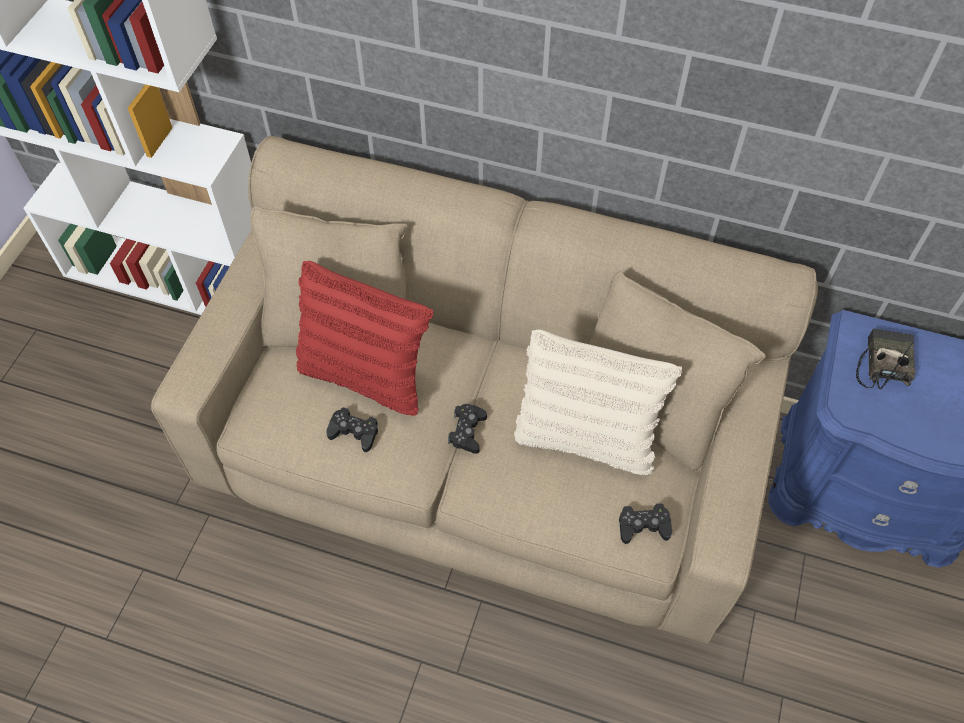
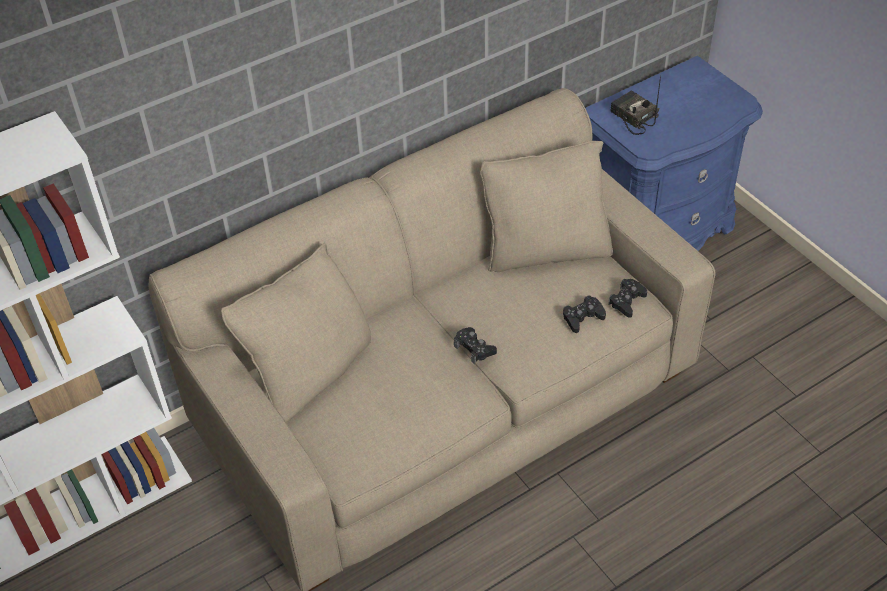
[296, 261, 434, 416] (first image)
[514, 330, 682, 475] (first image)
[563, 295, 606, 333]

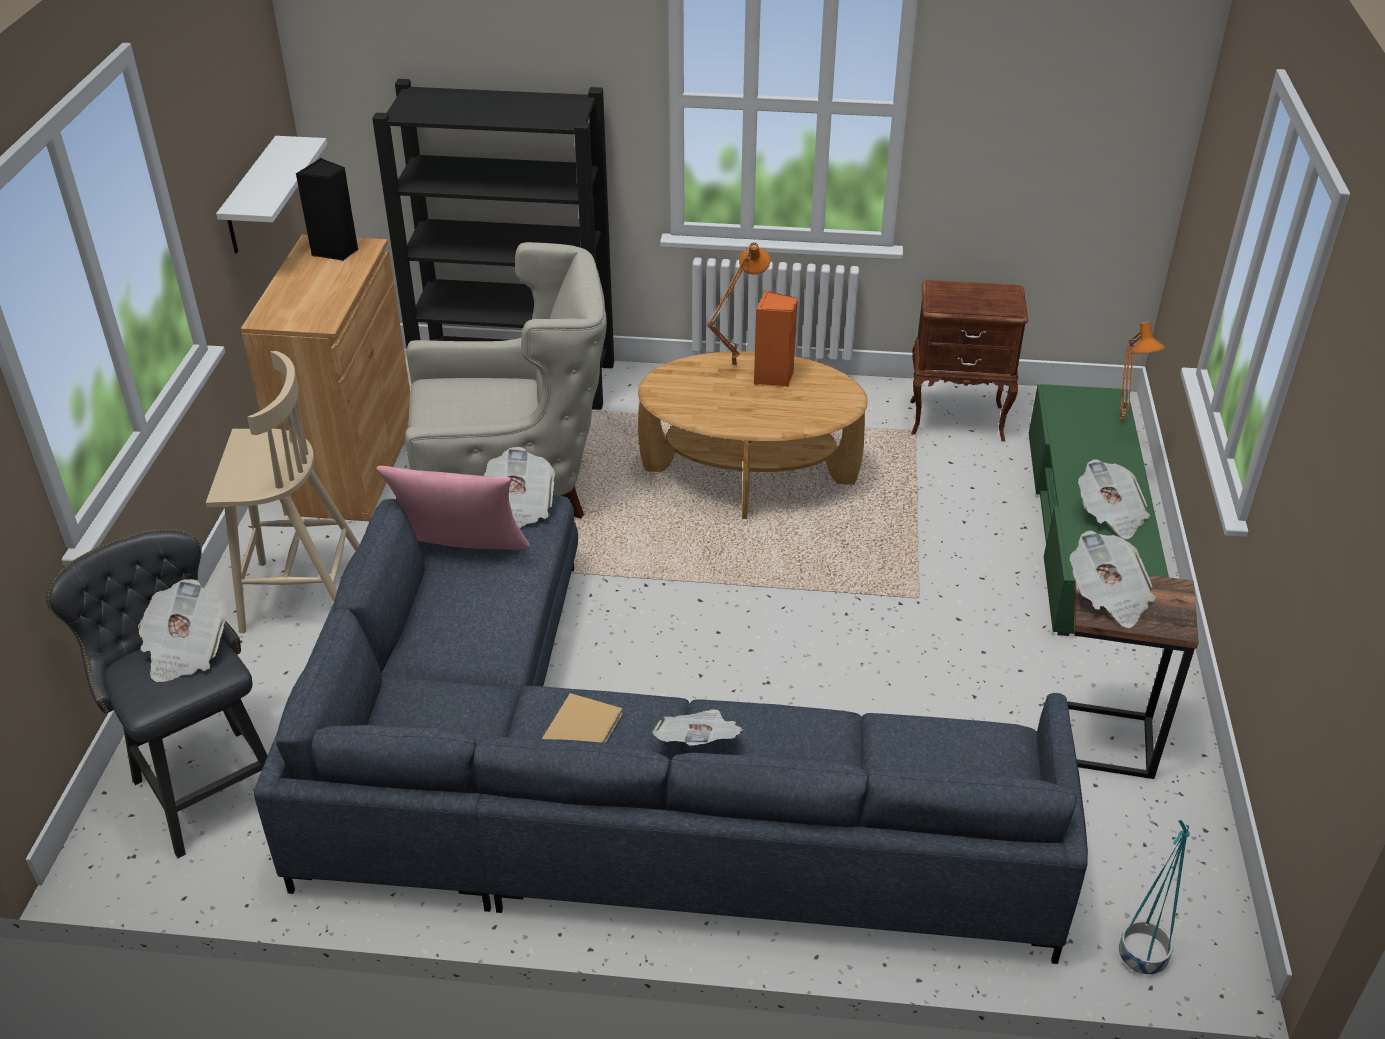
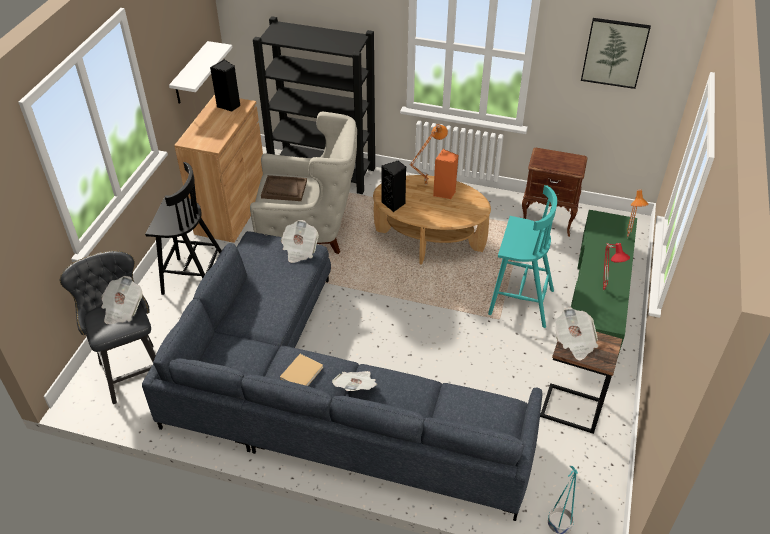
[376, 466, 530, 550] (first image)
[261, 175, 307, 201]
[382, 161, 406, 212]
[488, 185, 557, 328]
[581, 18, 651, 89]
[603, 243, 630, 290]
[145, 162, 222, 295]

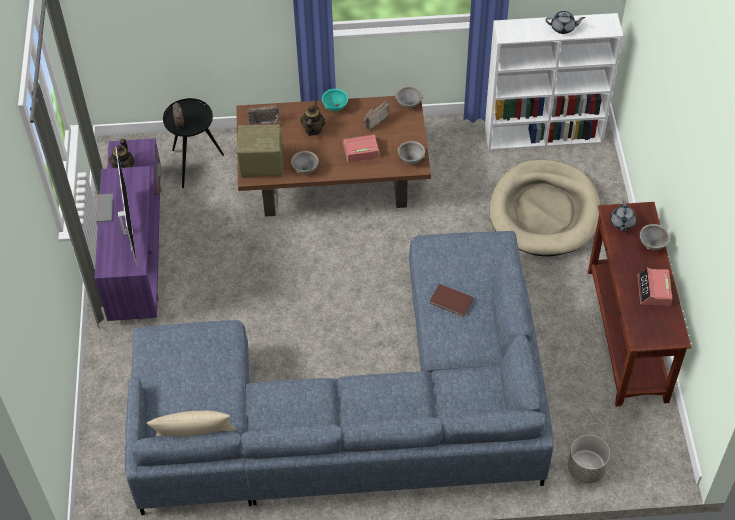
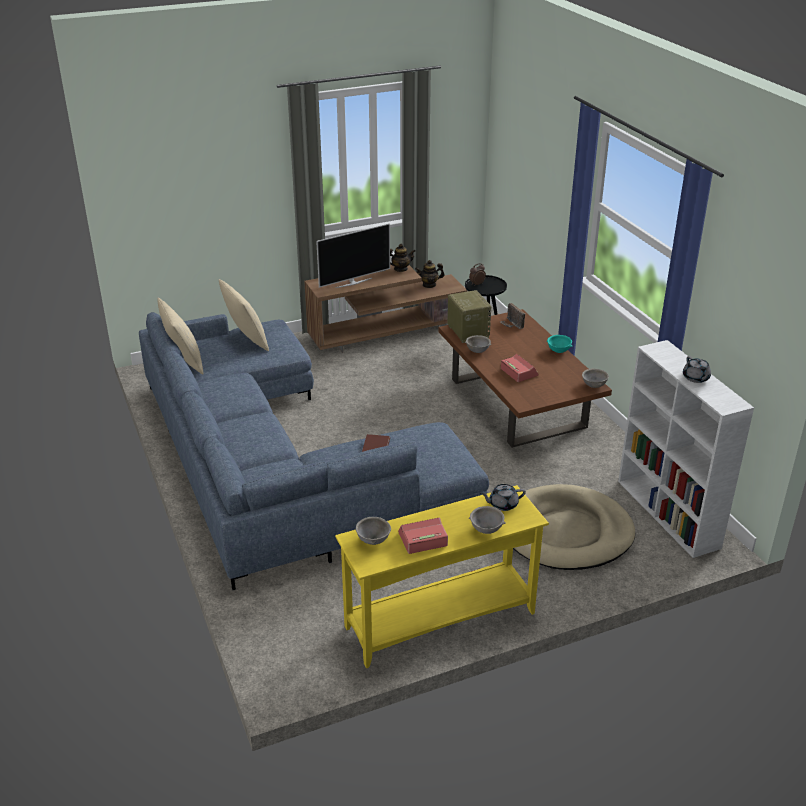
[363, 101, 389, 131] (first image)
[568, 435, 610, 484] (first image)
[219, 279, 269, 351]
[390, 244, 416, 272]
[356, 517, 391, 545]
[304, 265, 467, 353]
[335, 485, 549, 668]

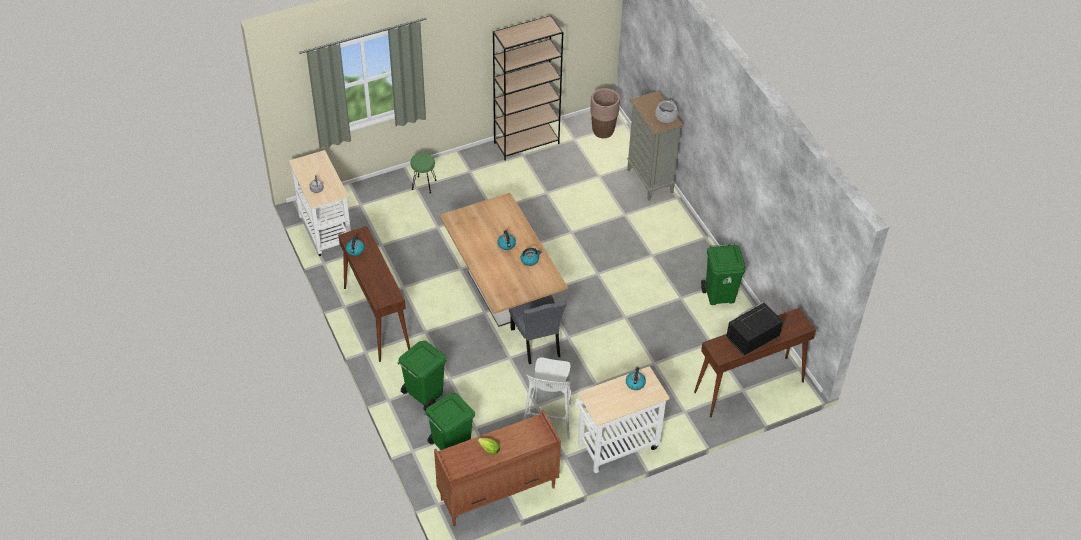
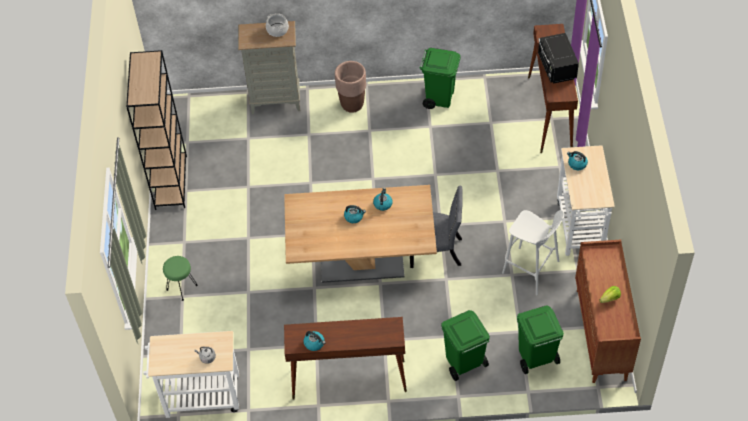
[335, 61, 366, 113]

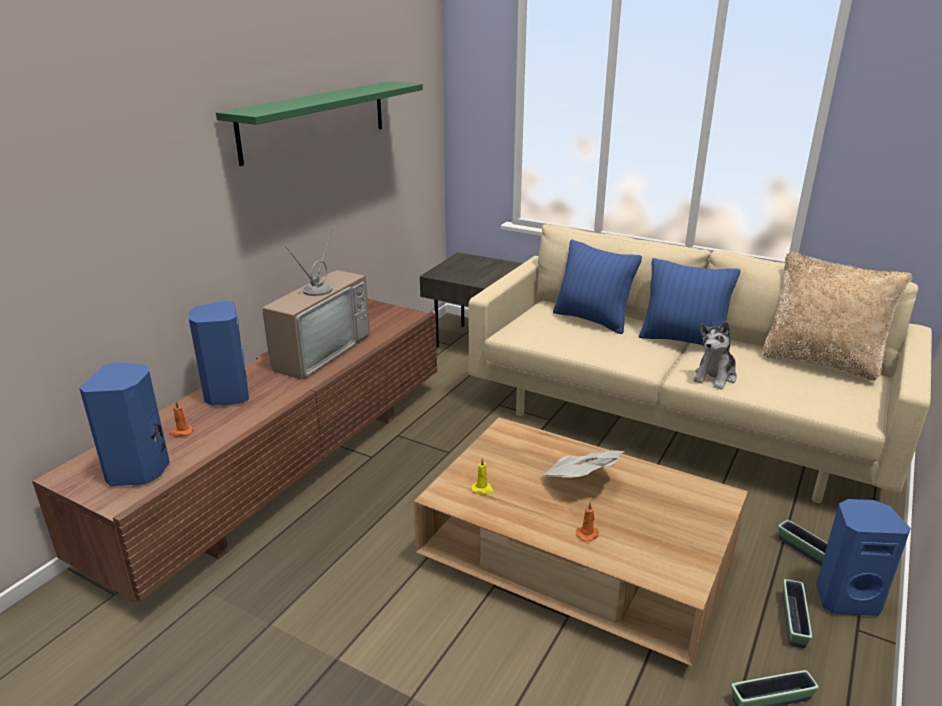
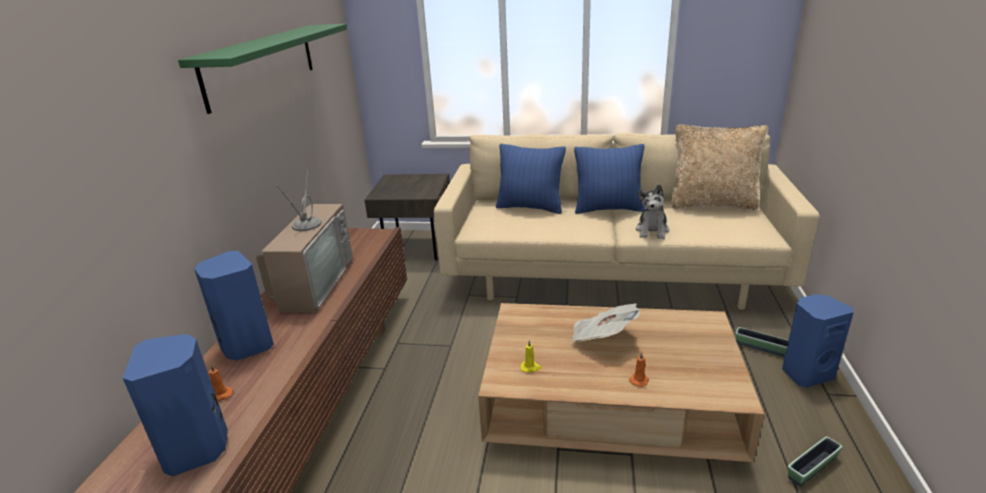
[783, 579, 812, 648] (first image)

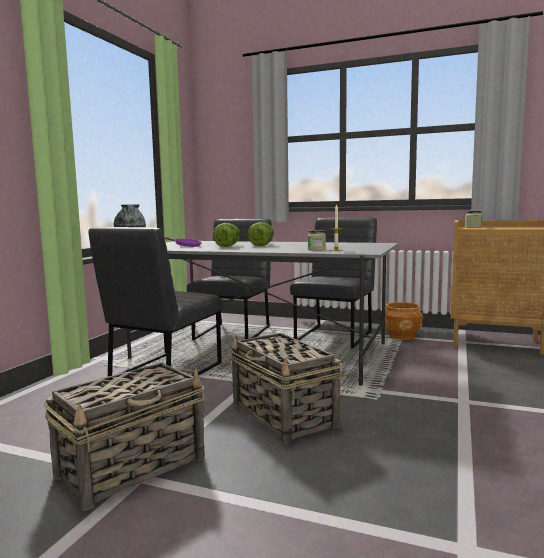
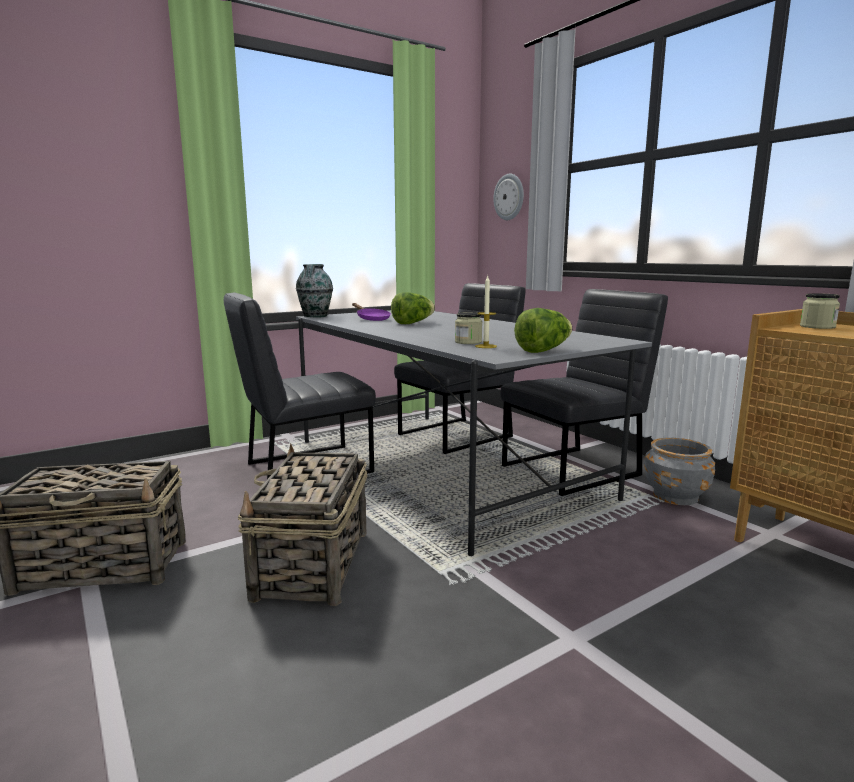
[493, 174, 524, 220]
[514, 308, 572, 353]
[644, 438, 715, 505]

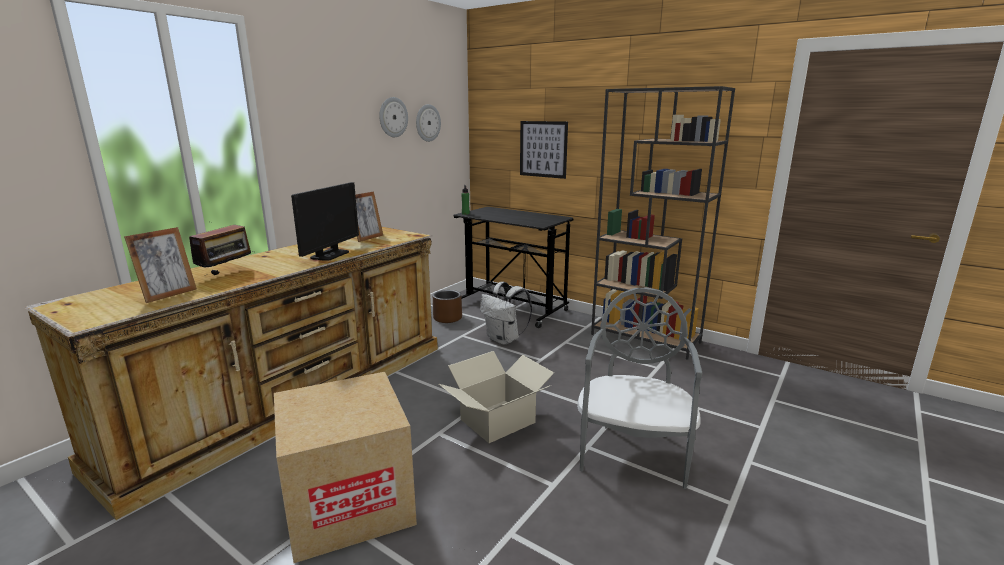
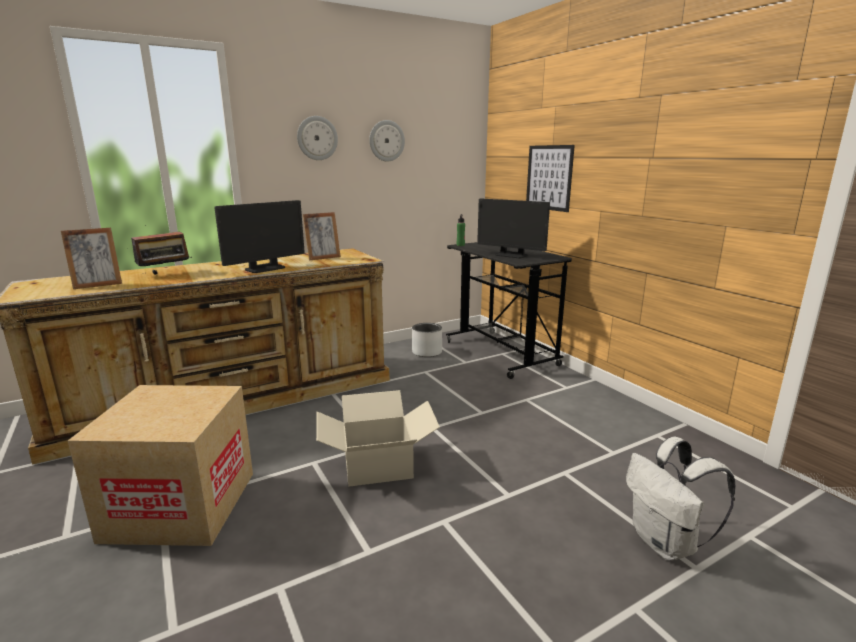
[577, 287, 702, 489] (first image)
[591, 86, 735, 360] (first image)
[477, 198, 550, 258]
[297, 116, 338, 160]
[626, 436, 736, 560]
[412, 323, 442, 357]

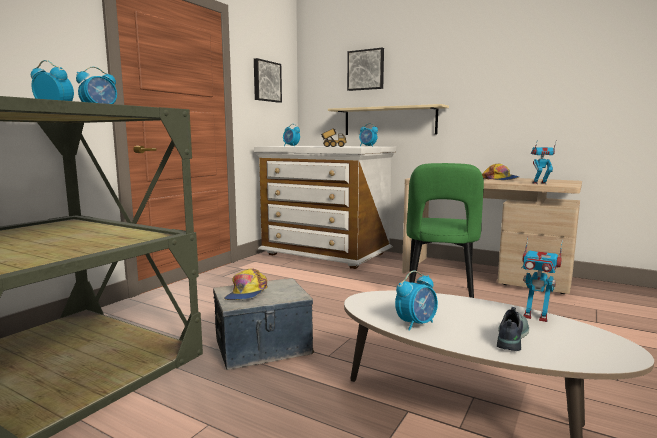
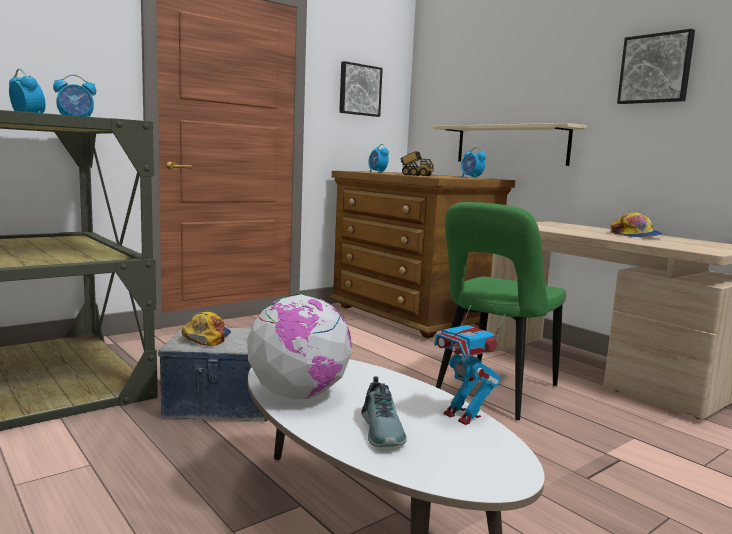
[531, 140, 557, 184] (first image)
[617, 29, 695, 104]
[247, 294, 352, 400]
[329, 171, 515, 338]
[181, 312, 231, 346]
[361, 376, 407, 447]

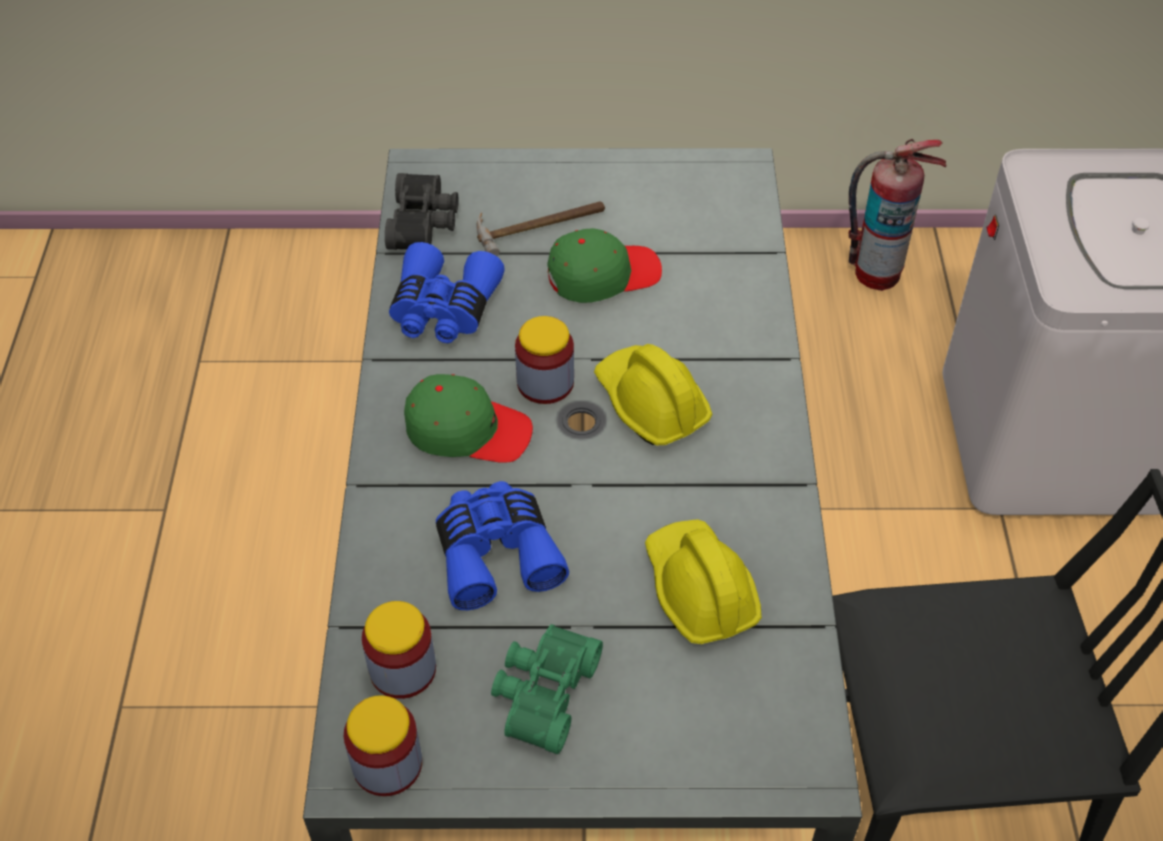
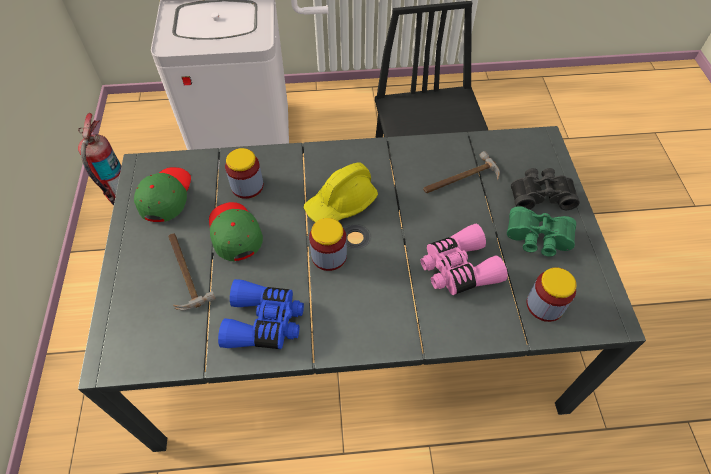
[225, 148, 263, 199]
[511, 168, 580, 210]
[134, 167, 191, 222]
[423, 151, 500, 193]
[421, 224, 508, 295]

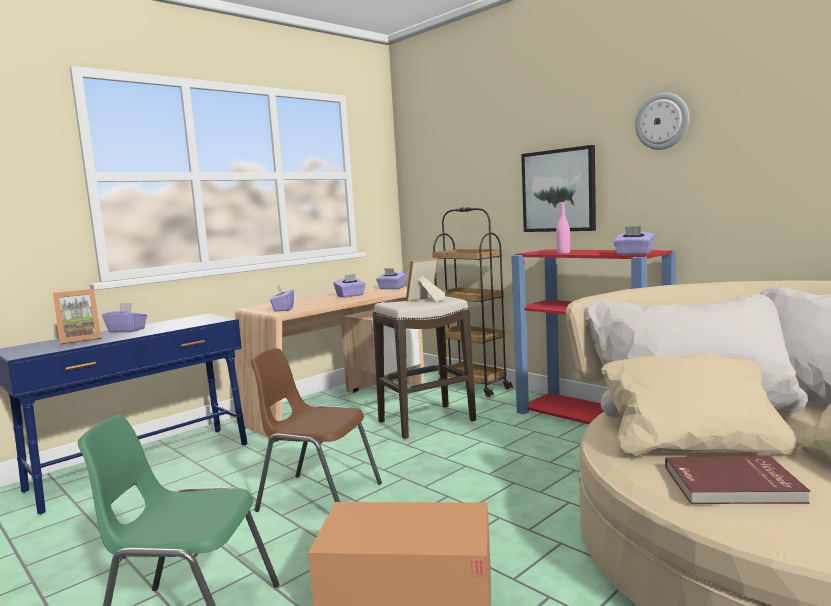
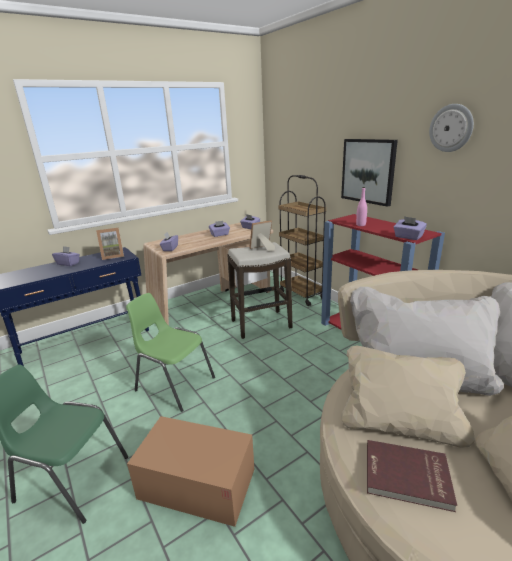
[96, 228, 124, 260]
[126, 293, 215, 412]

